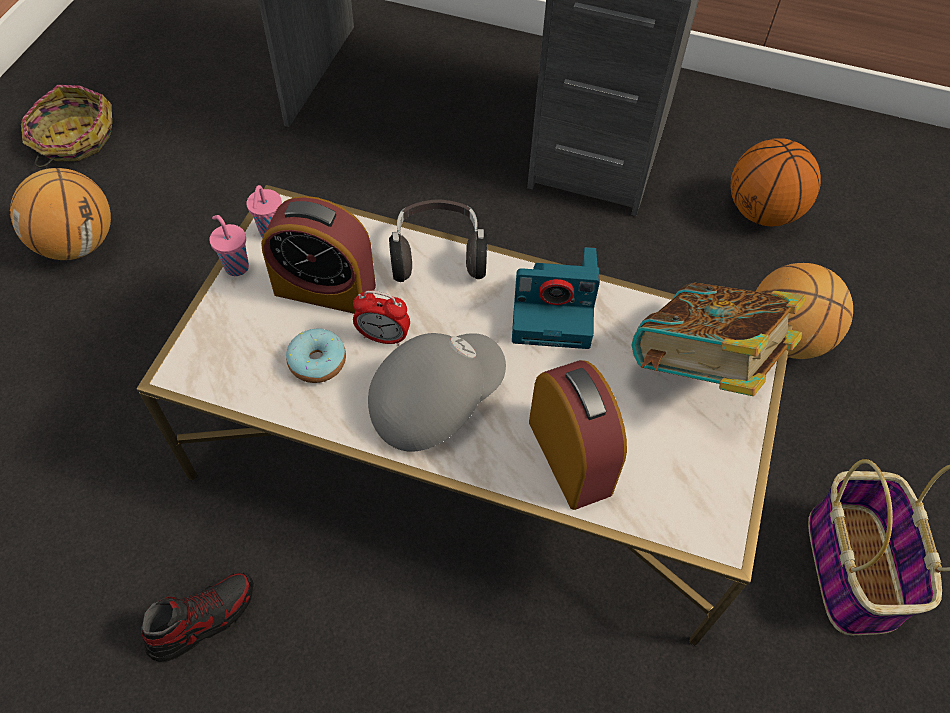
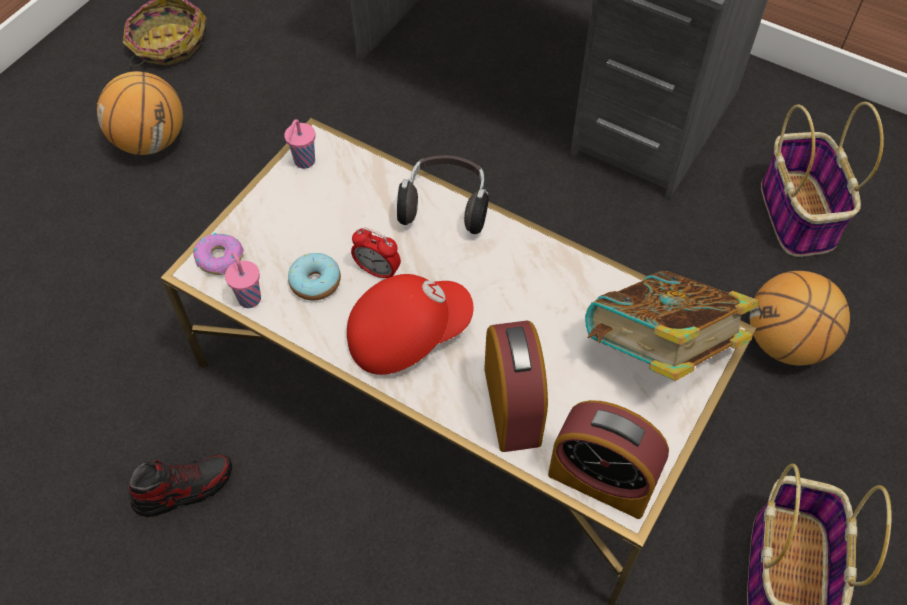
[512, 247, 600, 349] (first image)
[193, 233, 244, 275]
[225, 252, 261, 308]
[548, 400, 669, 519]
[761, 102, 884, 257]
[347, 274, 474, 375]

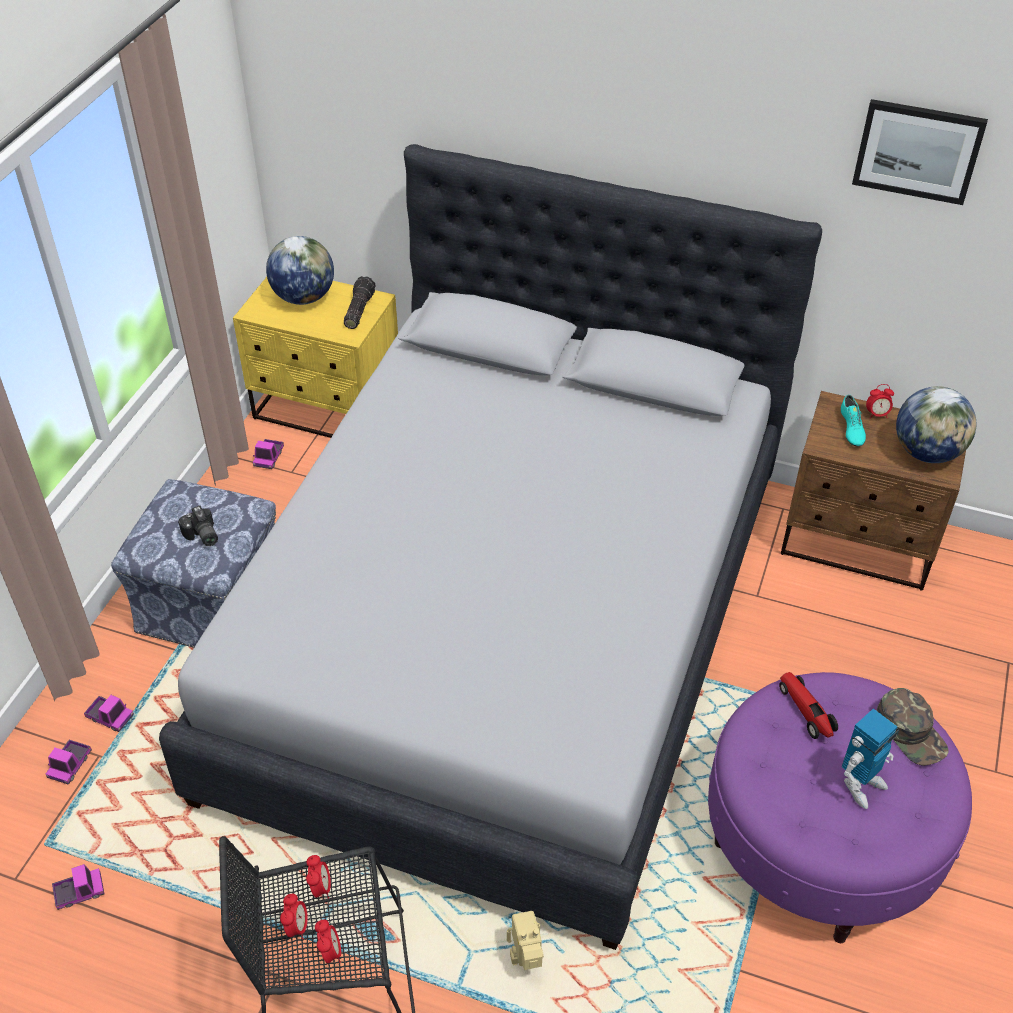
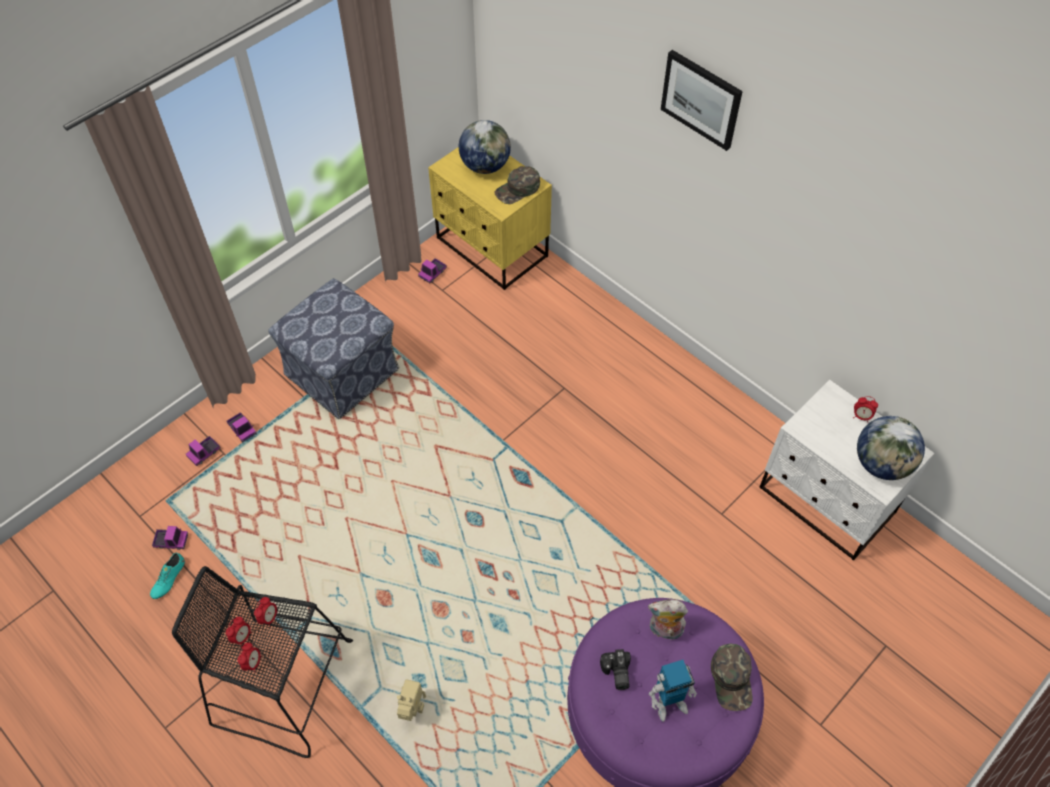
[159, 144, 822, 950] (first image)
[600, 649, 631, 690]
[150, 553, 185, 599]
[661, 50, 743, 151]
[494, 166, 540, 204]
[648, 599, 688, 640]
[760, 380, 934, 560]

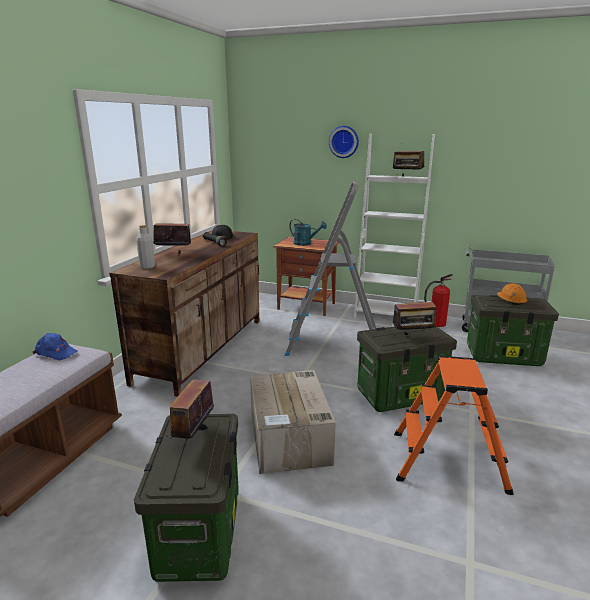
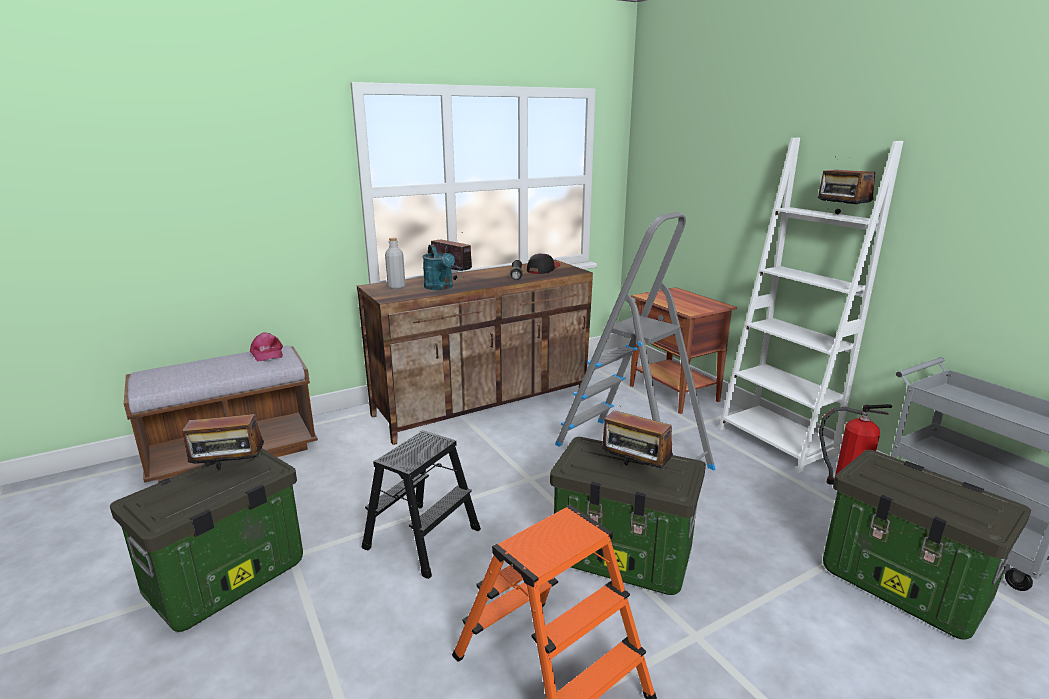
[329, 126, 359, 158] (first image)
[497, 283, 527, 305] (first image)
[422, 245, 455, 290]
[361, 430, 481, 579]
[250, 332, 283, 361]
[182, 412, 264, 469]

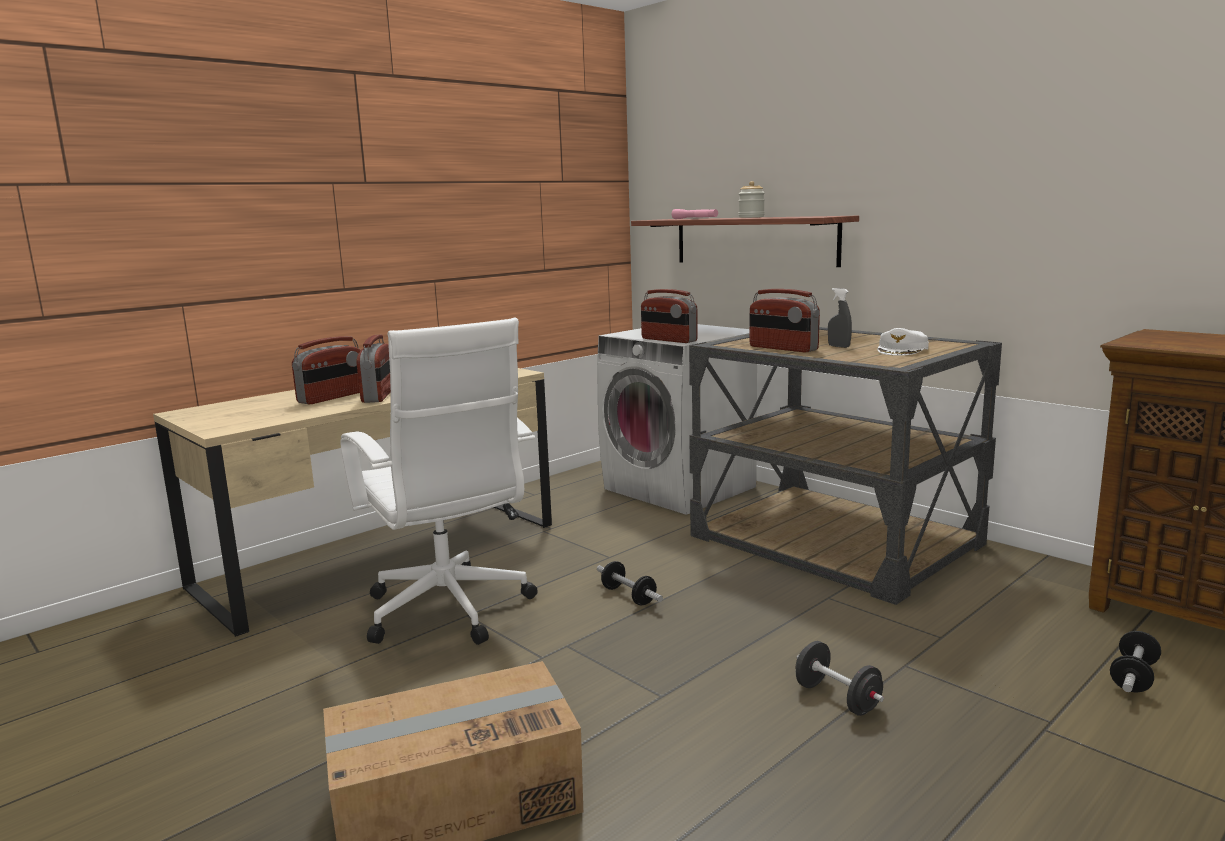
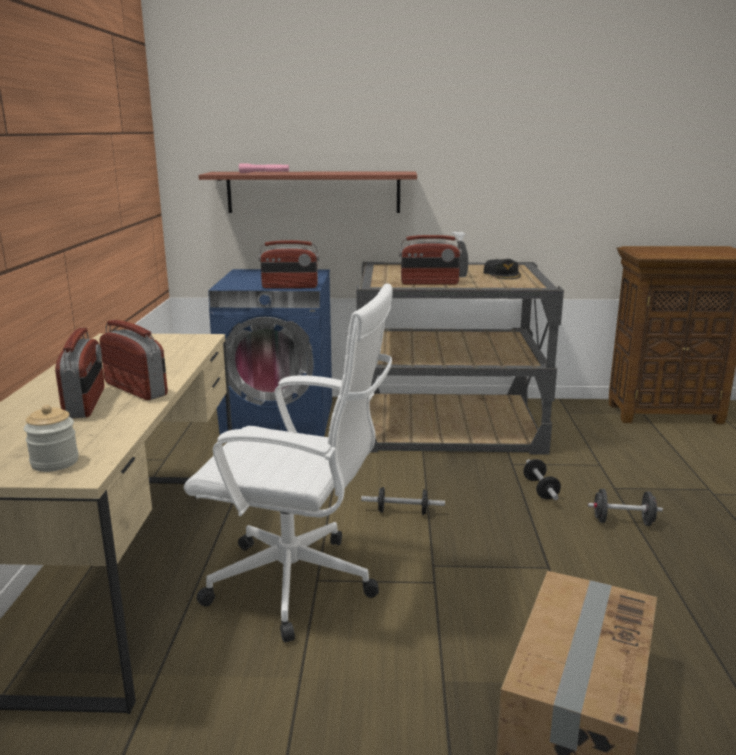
[24, 405, 79, 472]
[523, 459, 561, 500]
[208, 269, 332, 437]
[484, 259, 521, 279]

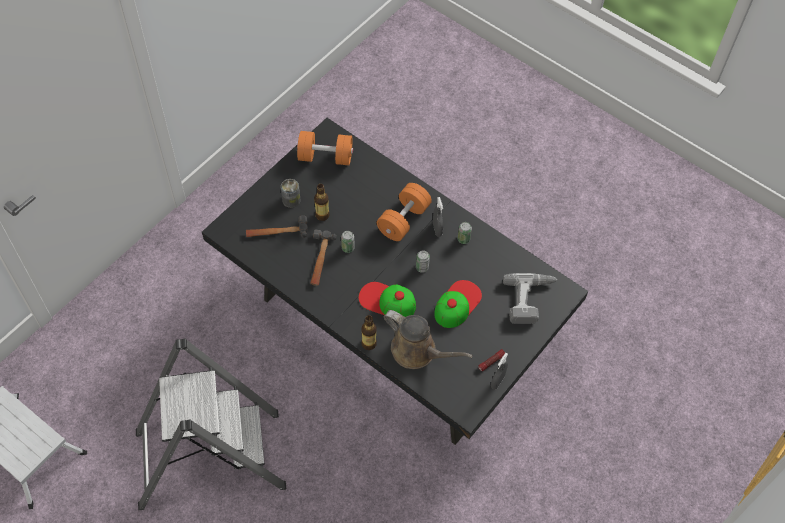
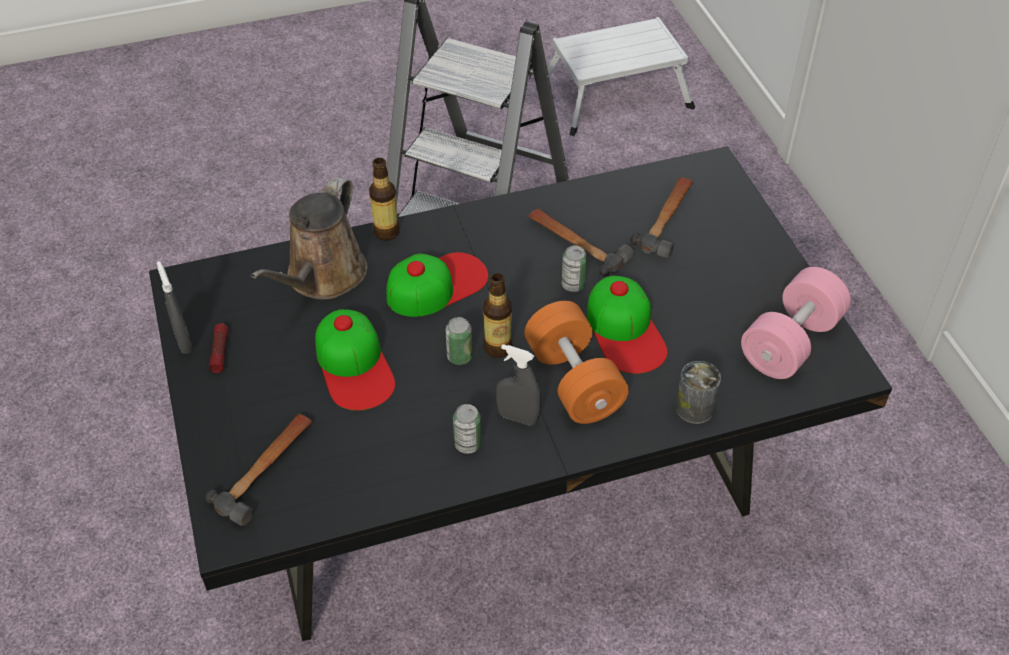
[587, 276, 668, 374]
[676, 361, 721, 424]
[483, 273, 512, 358]
[205, 414, 312, 526]
[741, 267, 851, 379]
[251, 177, 367, 299]

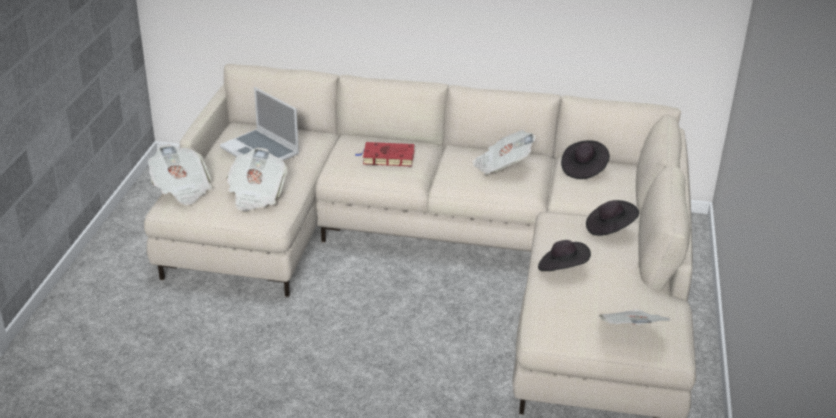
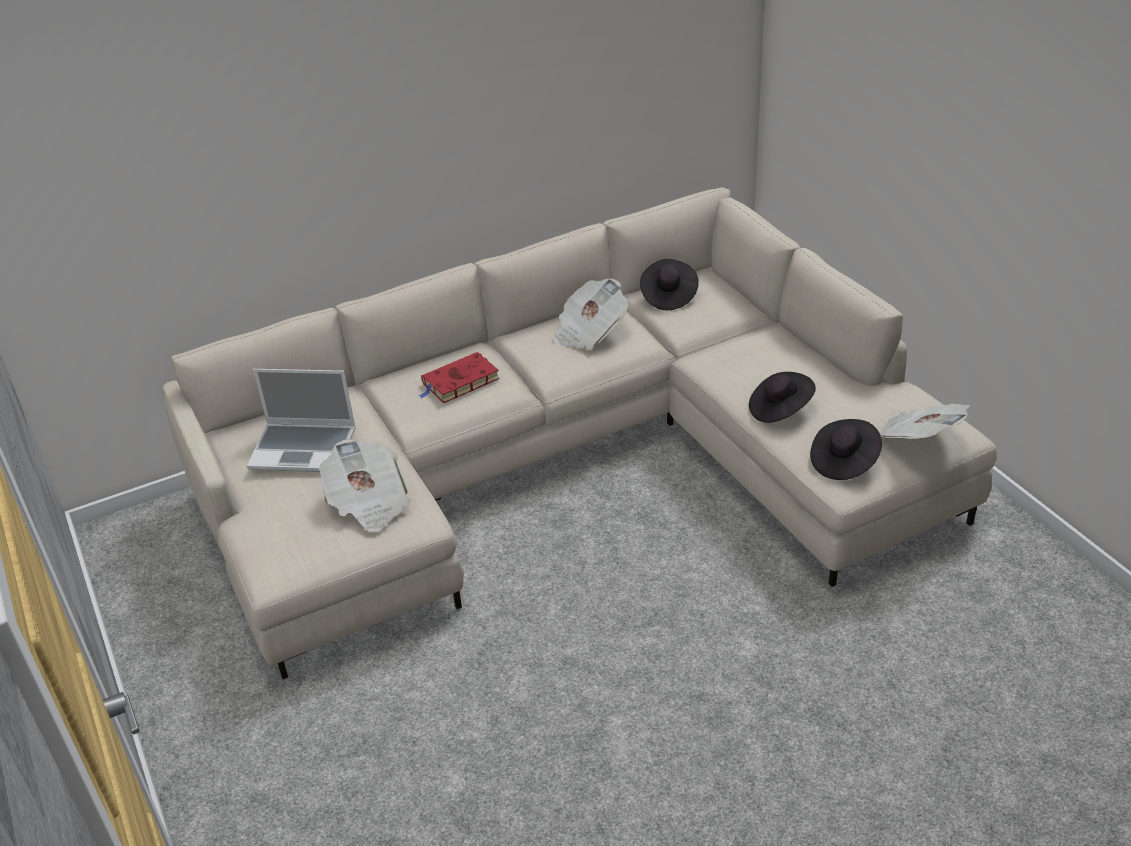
[148, 145, 213, 206] (first image)
[810, 419, 882, 480]

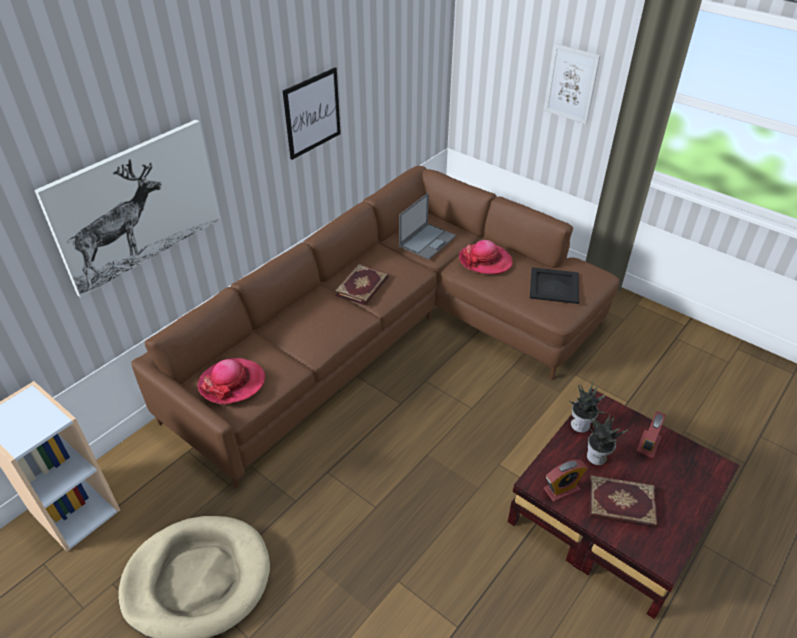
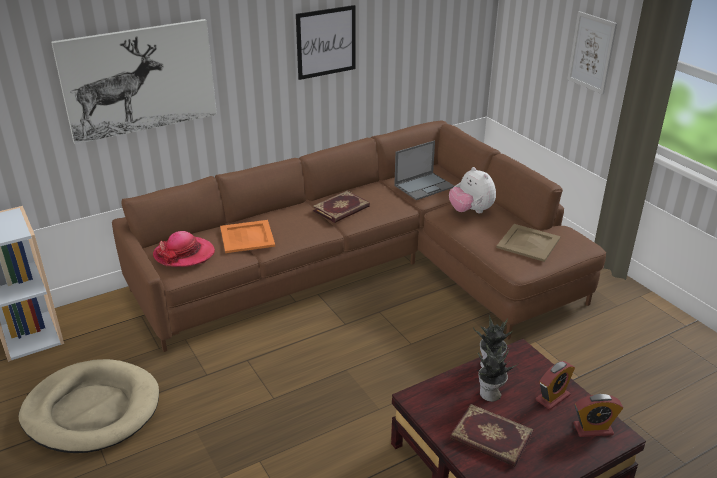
[220, 220, 275, 253]
[574, 394, 623, 437]
[449, 167, 496, 213]
[496, 224, 561, 262]

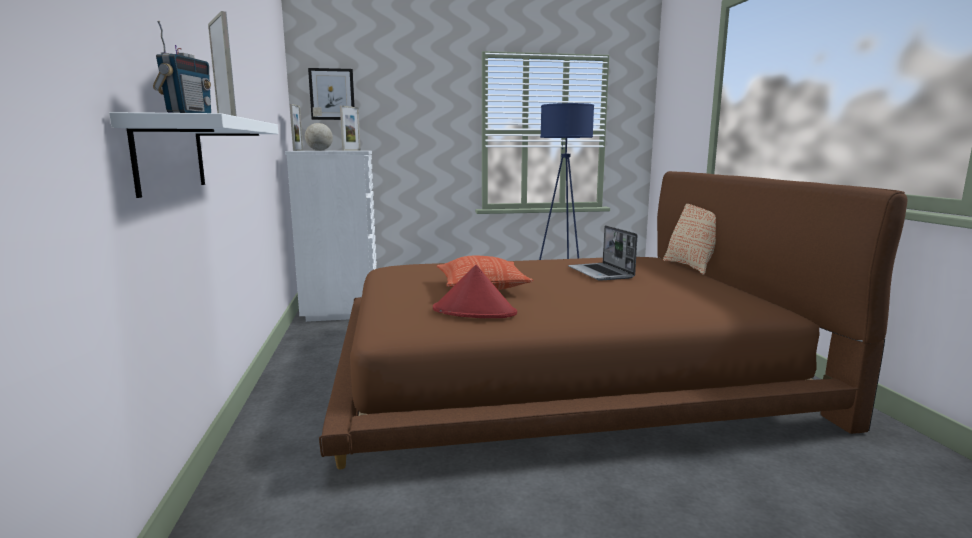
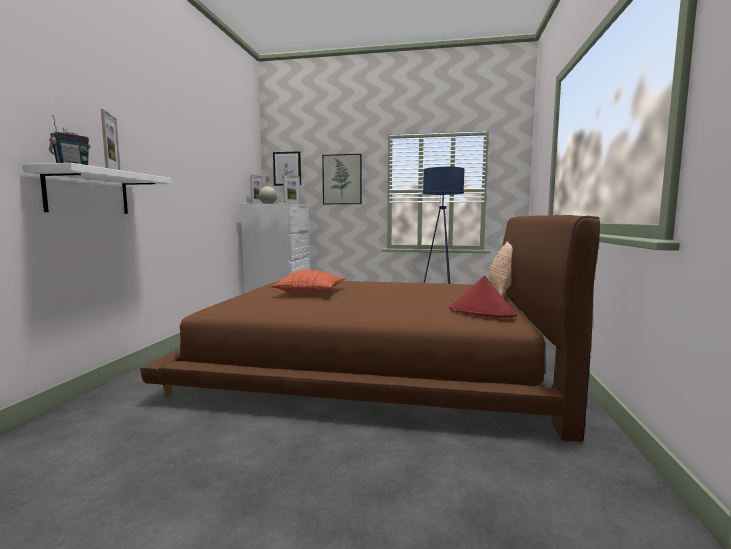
[568, 225, 637, 281] (first image)
[322, 154, 362, 204]
[449, 276, 517, 318]

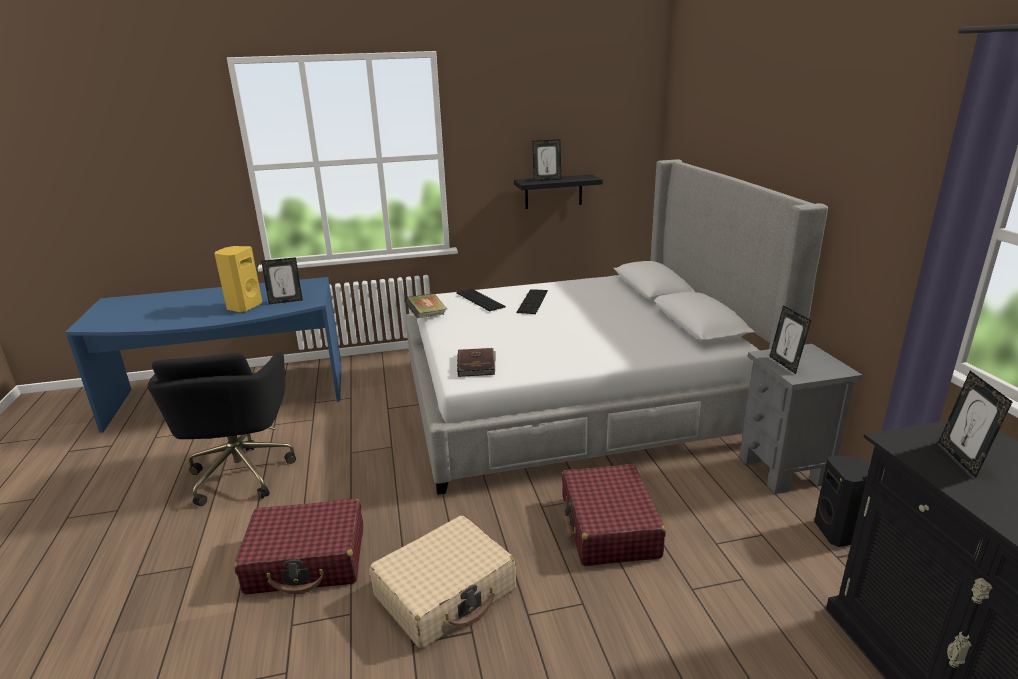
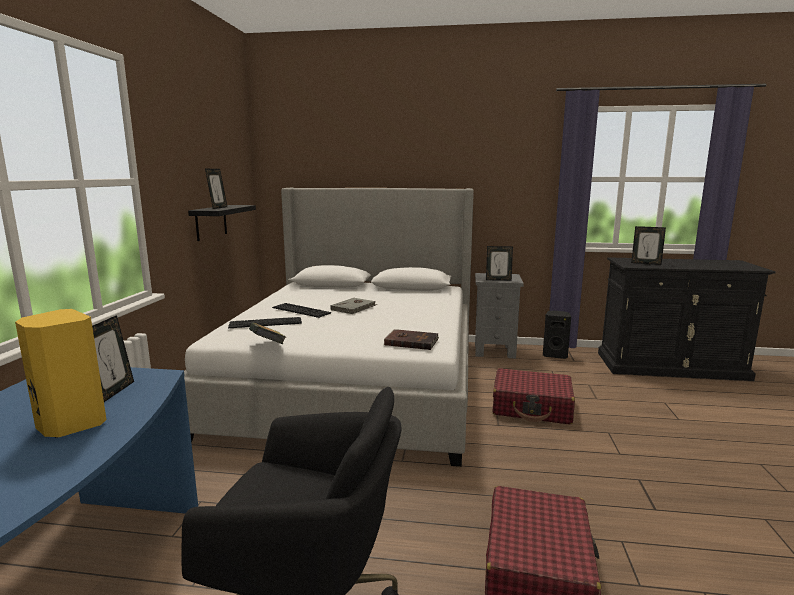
[369, 515, 516, 649] (first image)
[330, 298, 377, 314]

